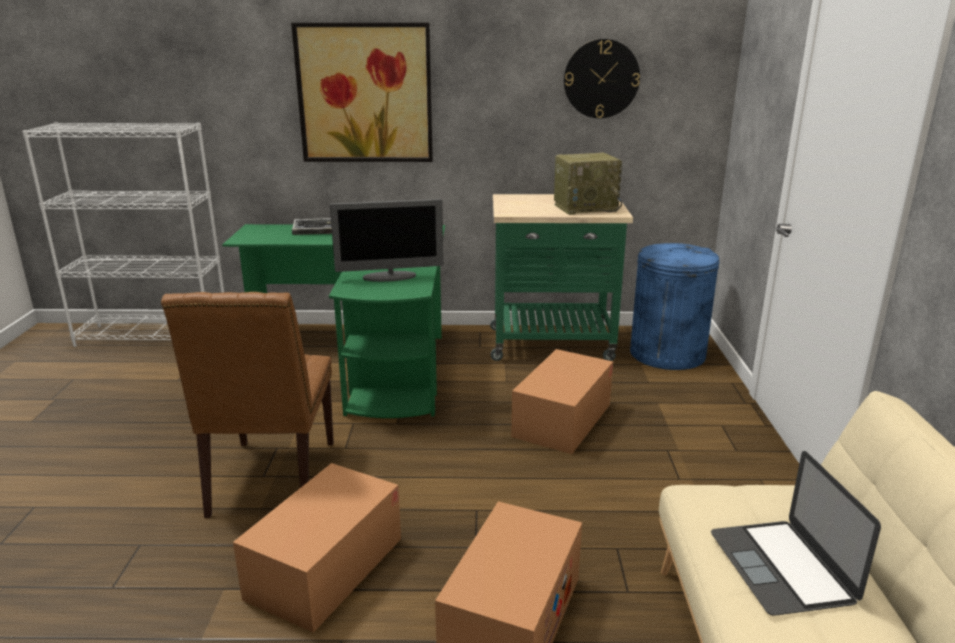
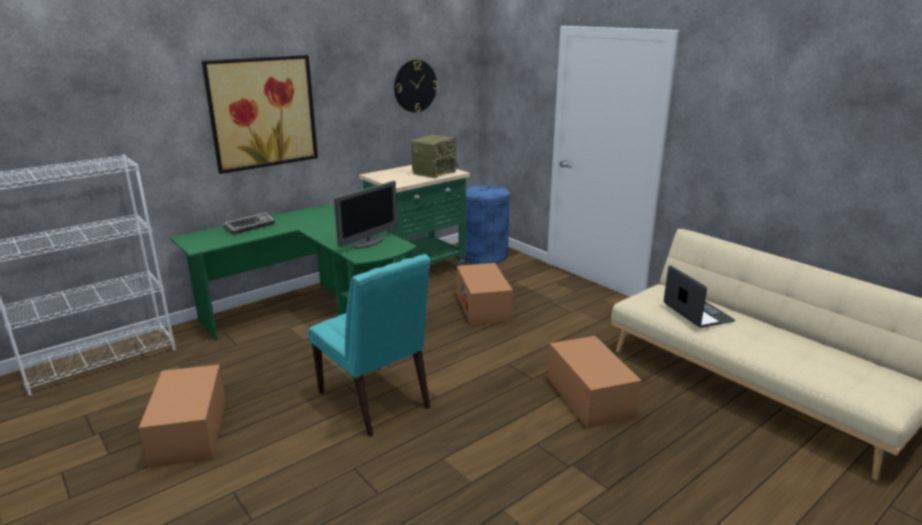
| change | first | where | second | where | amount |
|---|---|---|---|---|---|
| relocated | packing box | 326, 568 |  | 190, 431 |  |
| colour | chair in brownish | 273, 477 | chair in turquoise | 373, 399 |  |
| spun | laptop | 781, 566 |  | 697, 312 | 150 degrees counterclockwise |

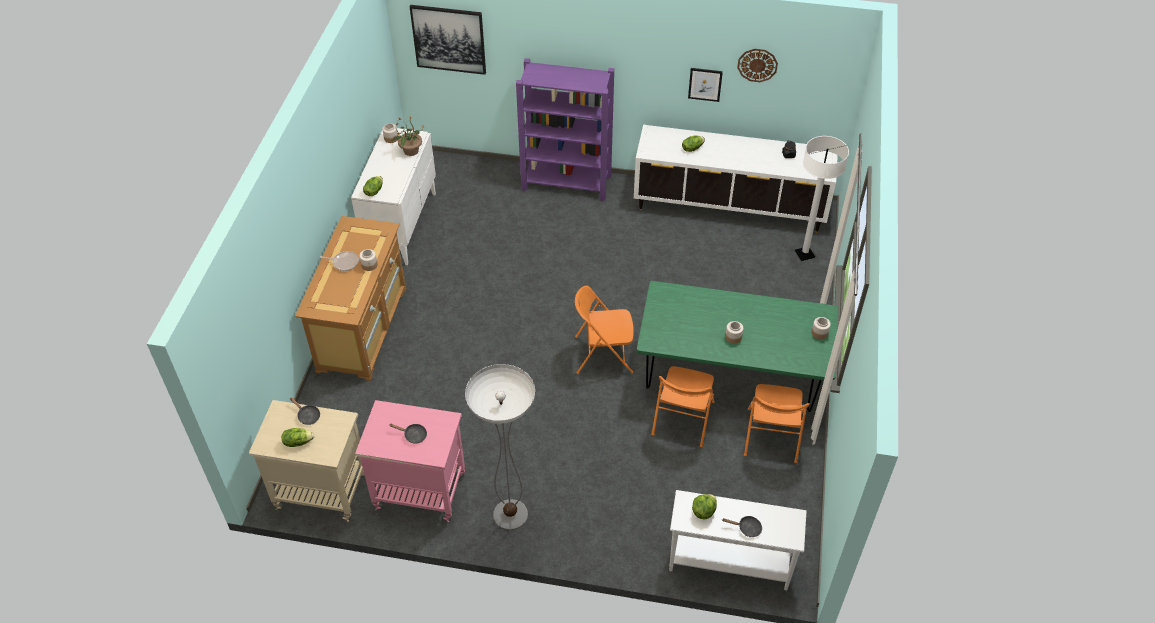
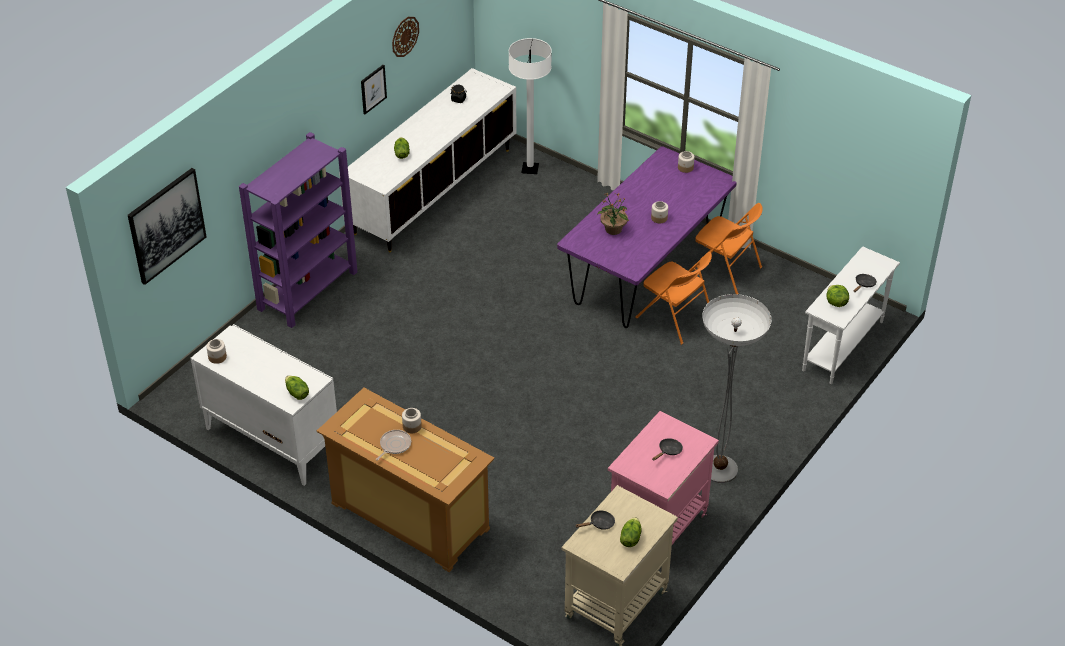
| change | first | where | second | where | amount |
|---|---|---|---|---|---|
| colour | dining table in green-coloured | 731, 377 | dining table in purple-coloured | 645, 270 |  |
| relocated | potted plant | 410, 151 |  | 613, 230 |  |
| missing | chair in orange | 603, 354 |  |  |  |

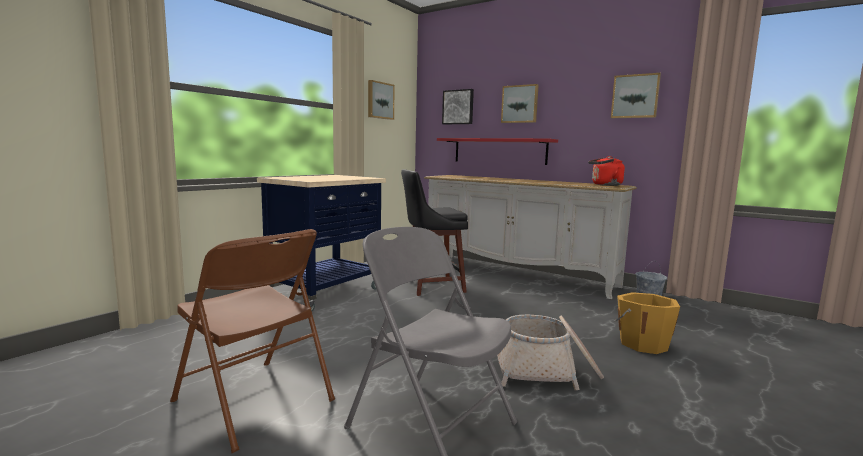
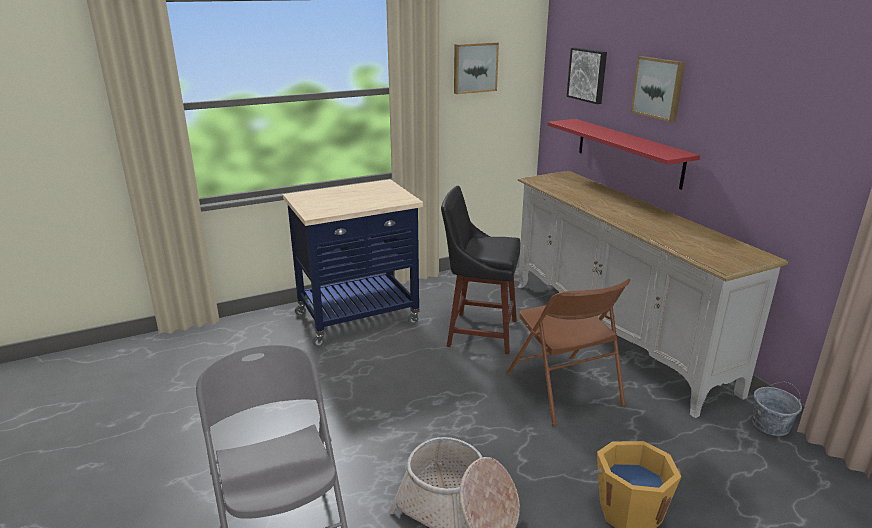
| change | first | where | second | where | amount |
|---|---|---|---|---|---|
| relocated | chair in brownish | 253, 401 |  | 563, 389 |  |
| missing | water kettle in reddish | 605, 185 |  |  |  |
| missing | picture | 635, 96 |  |  |  |

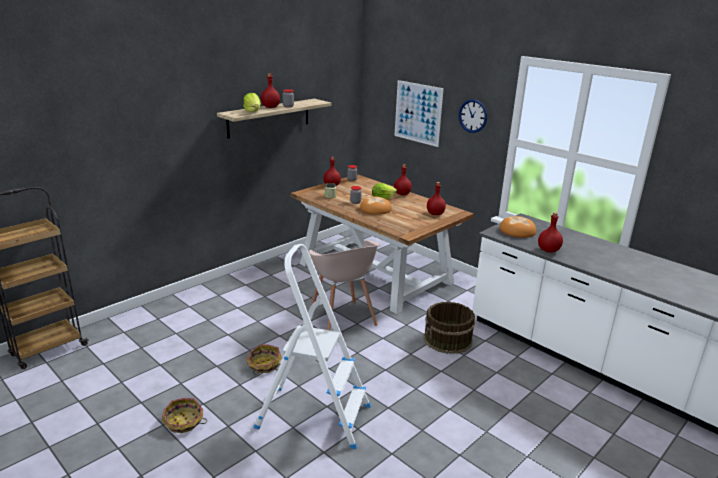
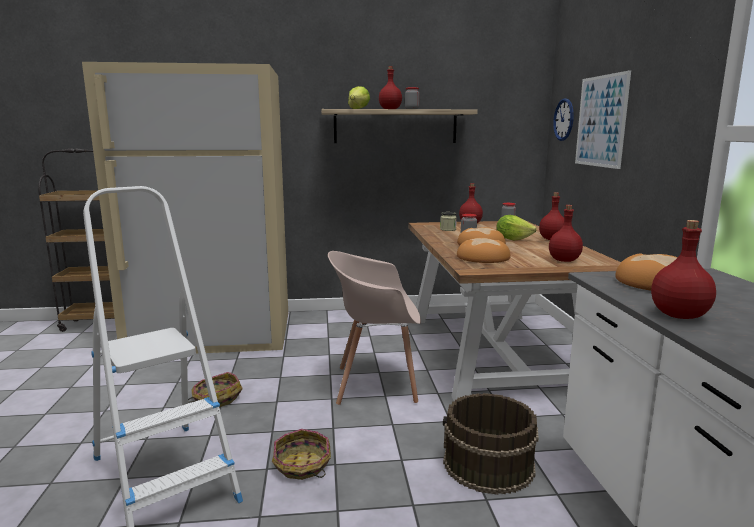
| change | first | where | second | where | amount |
|---|---|---|---|---|---|
| appeared |  |  | refrigerator in beige-coloured | 213, 333 |  |
| relocated | basket | 184, 422 |  | 302, 465 |  |
| spun | chair in beige-coloured | 342, 319 |  | 374, 385 | 75 degrees clockwise |
| appeared |  |  | bakery bread | 483, 257 |  |
| relocated | hanging clock | 473, 116 |  | 563, 119 |  |

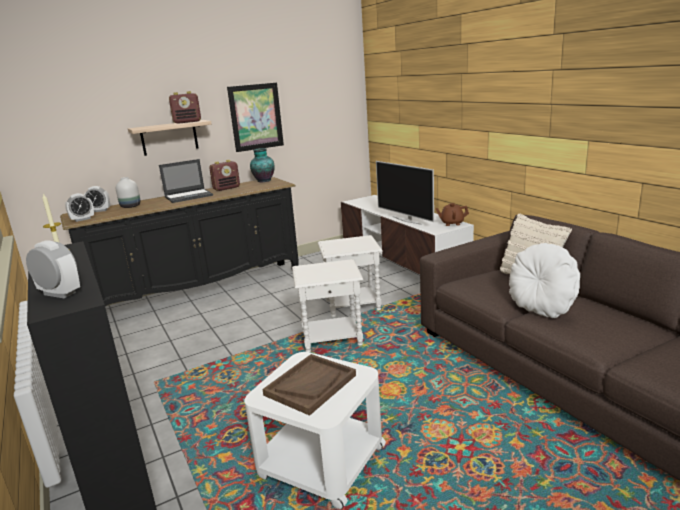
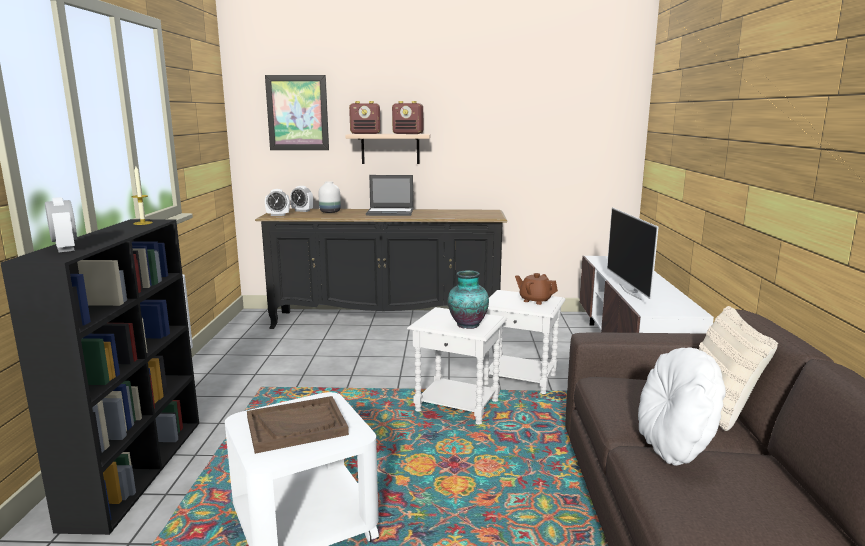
| change | first | where | second | where | amount |
|---|---|---|---|---|---|
| relocated | picture | 256, 117 |  | 297, 113 |  |
| relocated | radio receiver | 227, 188 |  | 365, 133 |  |
| relocated | decorative vase | 263, 181 |  | 467, 325 |  |
| relocated | tea pot in brownish | 451, 223 |  | 535, 300 |  |

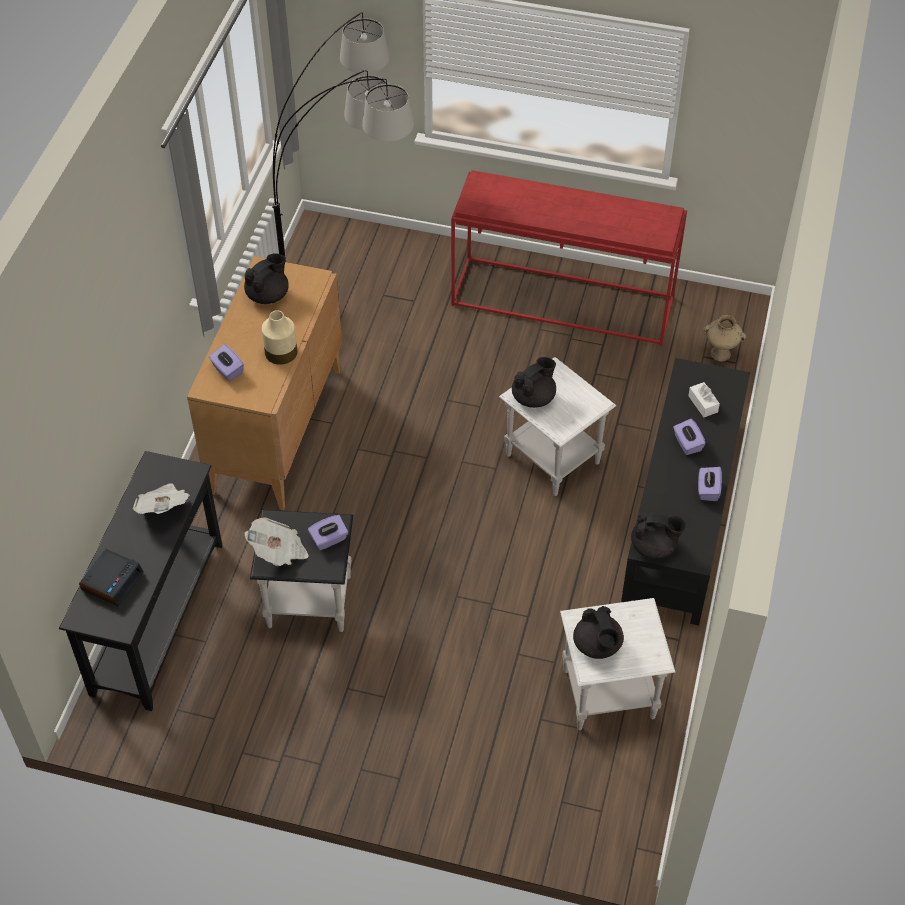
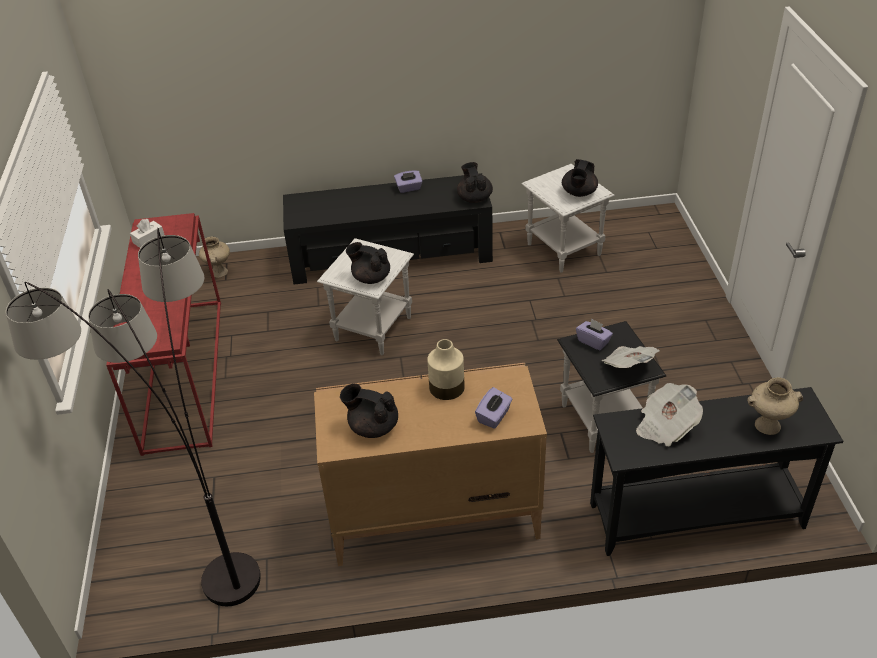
| change | first | where | second | where | amount |
|---|---|---|---|---|---|
| relocated | tissue box in whitish | 703, 404 |  | 148, 239 |  |
| spun | tea pot in black-coloured | 597, 646 |  | 579, 193 | 150 degrees clockwise |
| exchanged | table clock | 112, 580 | decorative vase in beige-coloured | 767, 426 |  |
| missing | tissue box in purple-coloured | 687, 444 |  |  |  |

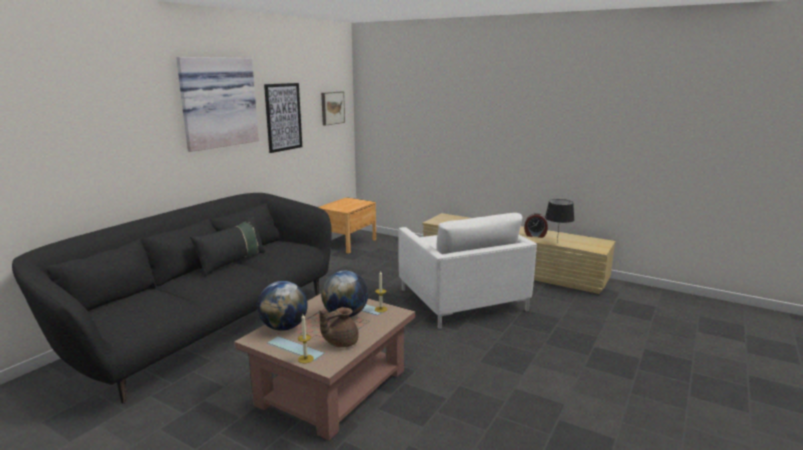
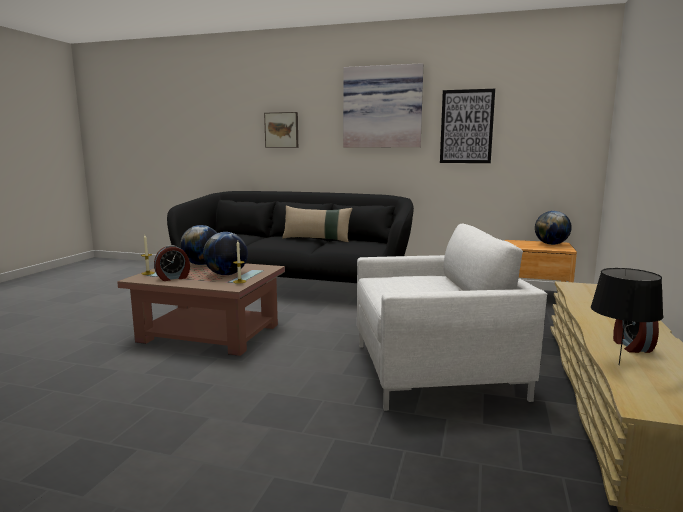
| change | first | where | second | where | amount |
|---|---|---|---|---|---|
| exchanged | tea pot in brownish | 340, 343 | table clock | 173, 278 |  |
| relocated | picture | 332, 108 |  | 282, 130 |  |
| colour | cushion in black-coloured | 232, 262 | cushion in beige-coloured | 317, 239 |  |
| spun | armchair in whitish | 462, 299 |  | 435, 370 | 150 degrees counterclockwise |
| appeared |  |  | globe | 551, 244 |  |

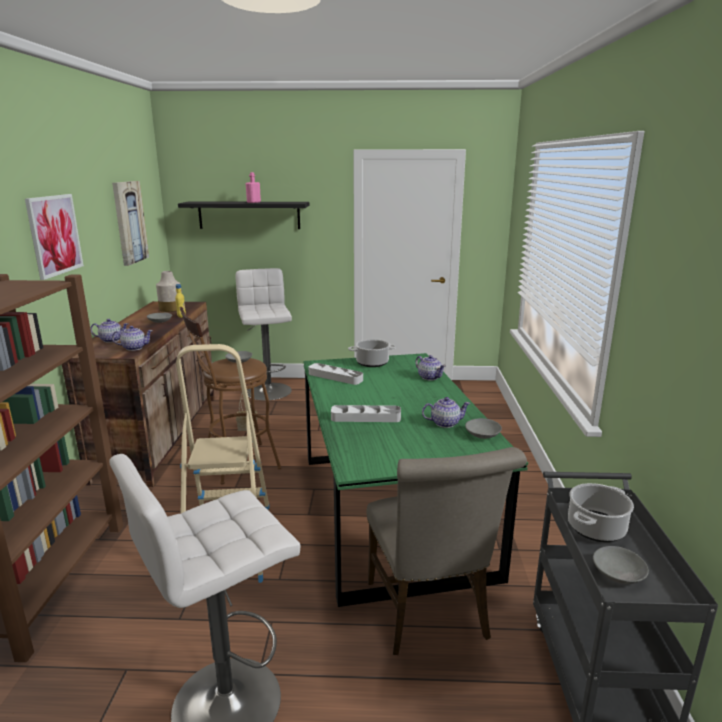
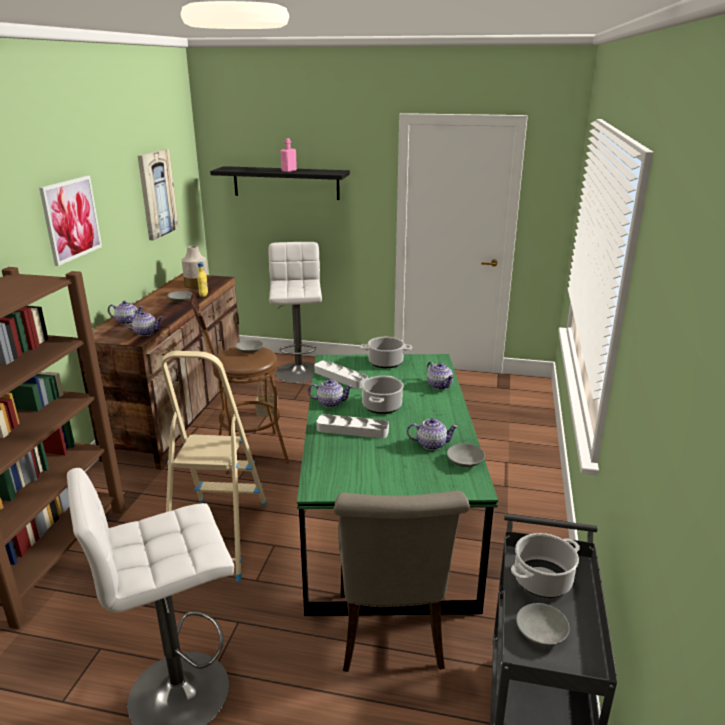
| change | first | where | second | where | amount |
|---|---|---|---|---|---|
| appeared |  |  | tea pot | 330, 403 |  |
| appeared |  |  | cooking pot | 381, 406 |  |

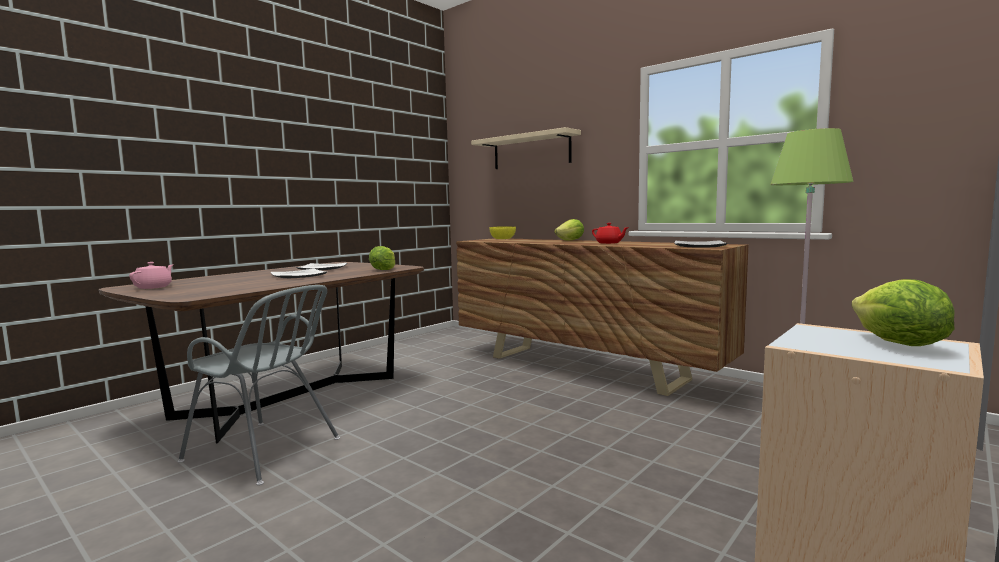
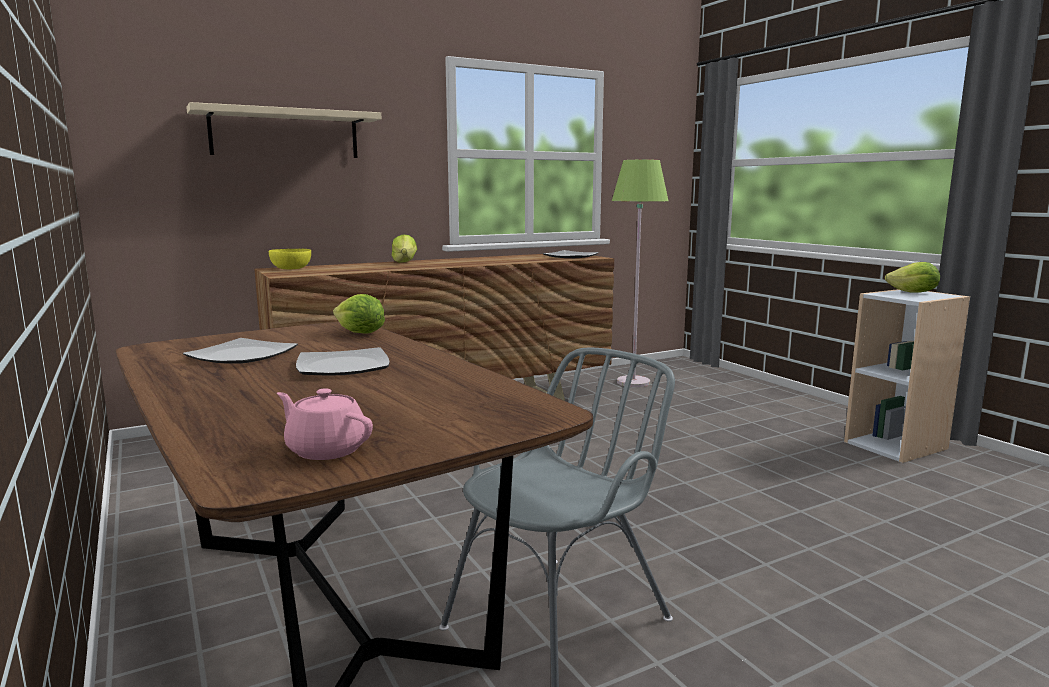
| change | first | where | second | where | amount |
|---|---|---|---|---|---|
| missing | tea pot in reddish | 609, 243 |  |  |  |

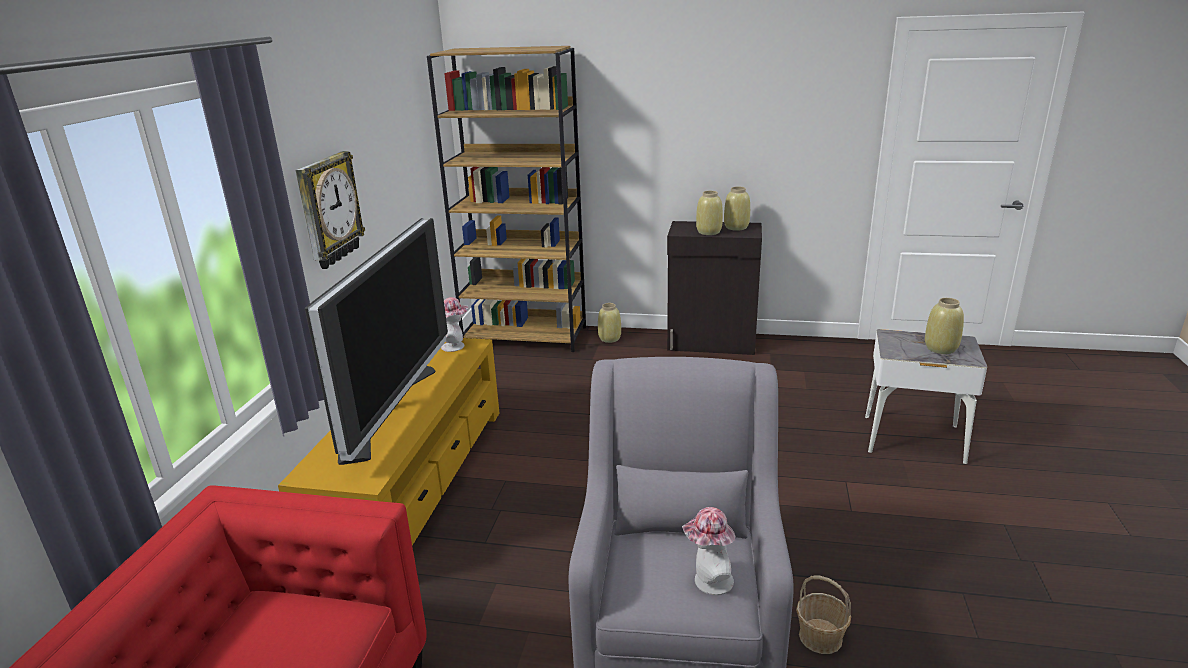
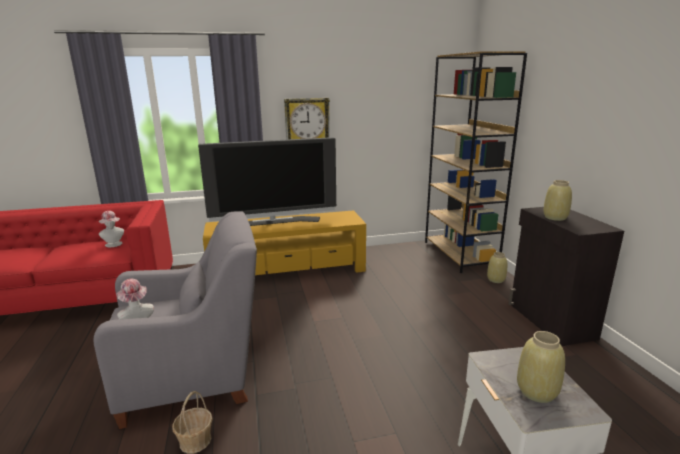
| change | first | where | second | where | amount |
|---|---|---|---|---|---|
| relocated | hat | 456, 346 |  | 114, 245 |  |
| missing | decorative vase in beige-coloured | 736, 227 |  |  |  |

